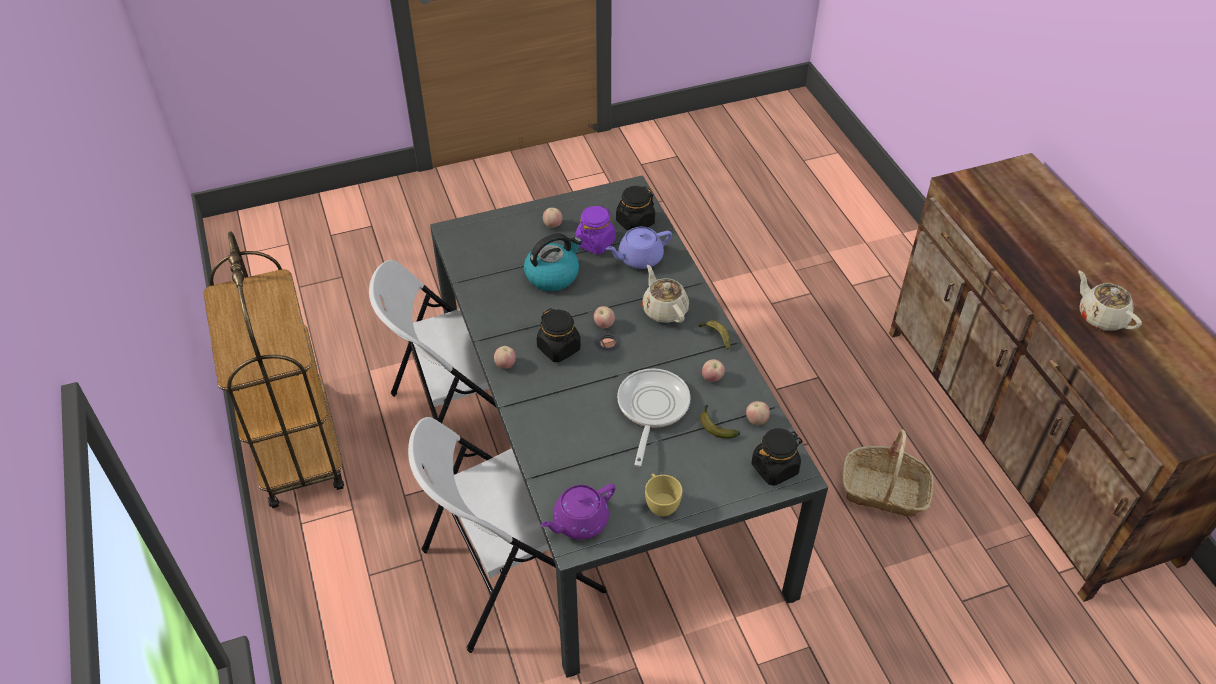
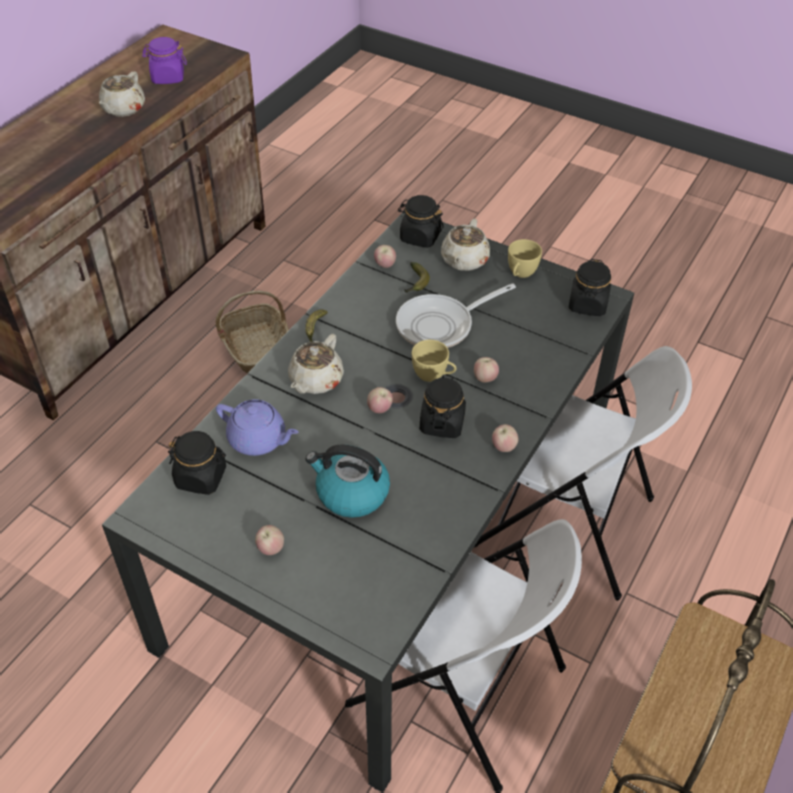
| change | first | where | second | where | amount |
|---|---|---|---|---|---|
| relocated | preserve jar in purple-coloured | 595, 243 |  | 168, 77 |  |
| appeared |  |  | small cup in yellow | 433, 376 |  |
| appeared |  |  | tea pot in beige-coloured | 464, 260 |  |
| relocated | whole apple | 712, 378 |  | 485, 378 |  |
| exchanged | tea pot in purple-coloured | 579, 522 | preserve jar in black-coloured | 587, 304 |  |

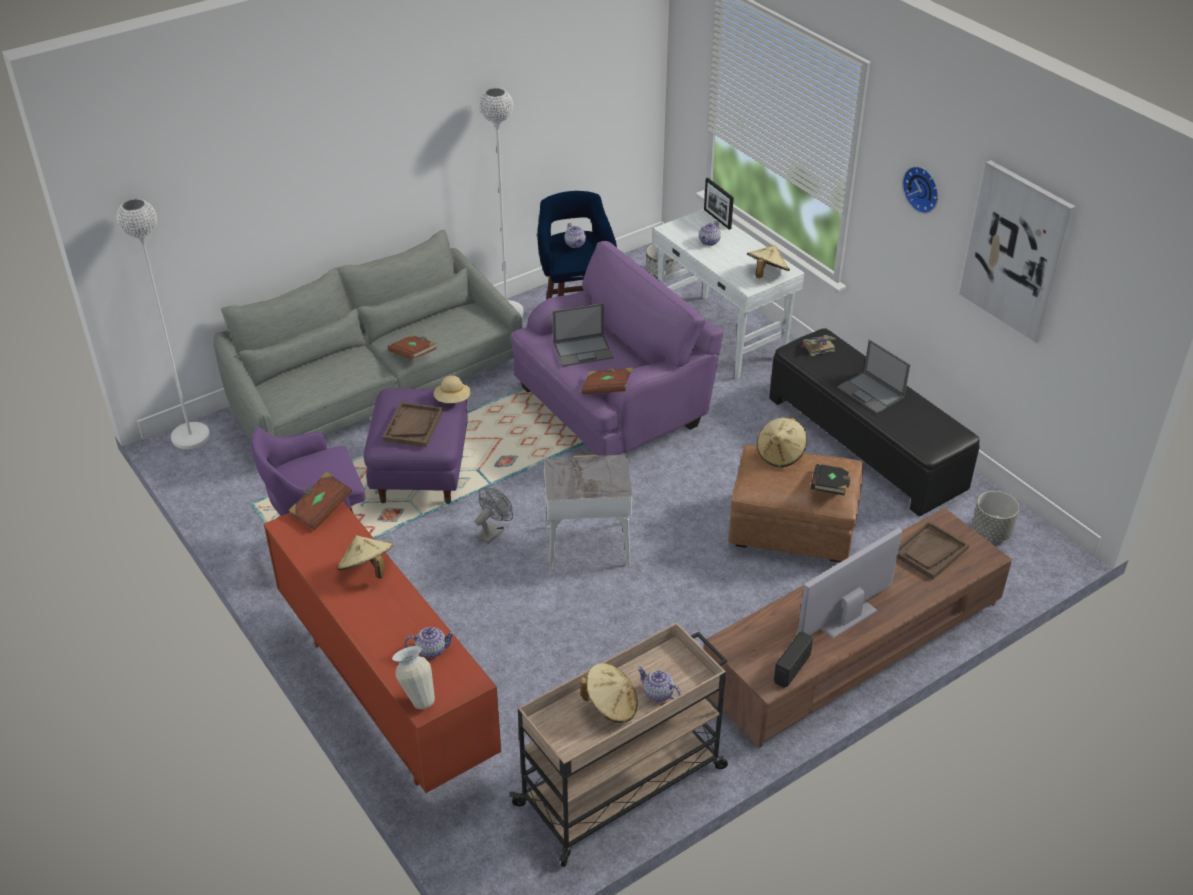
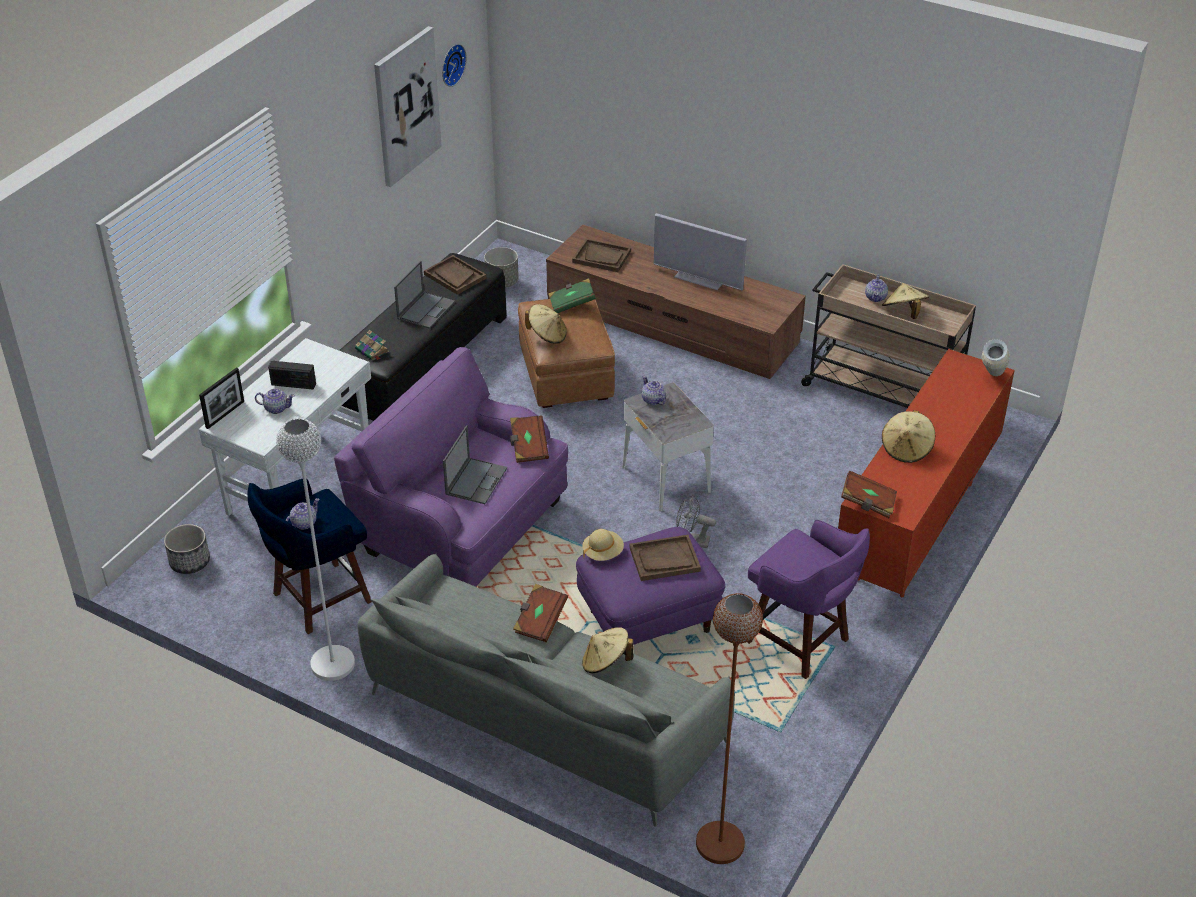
| change | first | where | second | where | amount |
|---|---|---|---|---|---|
| relocated | radio receiver | 791, 668 |  | 293, 384 |  |
| appeared |  |  | tray in brownish | 455, 276 |  |
| relocated | hanging clock | 923, 188 |  | 451, 64 |  |
| spun | laptop | 583, 350 |  | 476, 480 | 60 degrees clockwise |
| colour | book in black-coloured | 830, 487 | book in green-coloured | 571, 304 |  |
| relocated | hat in beige-coloured | 766, 274 |  | 605, 662 |  |
| relocated | tea pot | 431, 650 |  | 653, 400 |  |
| colour | standard lamp in whitish | 191, 436 | standard lamp in brownish | 719, 844 |  |

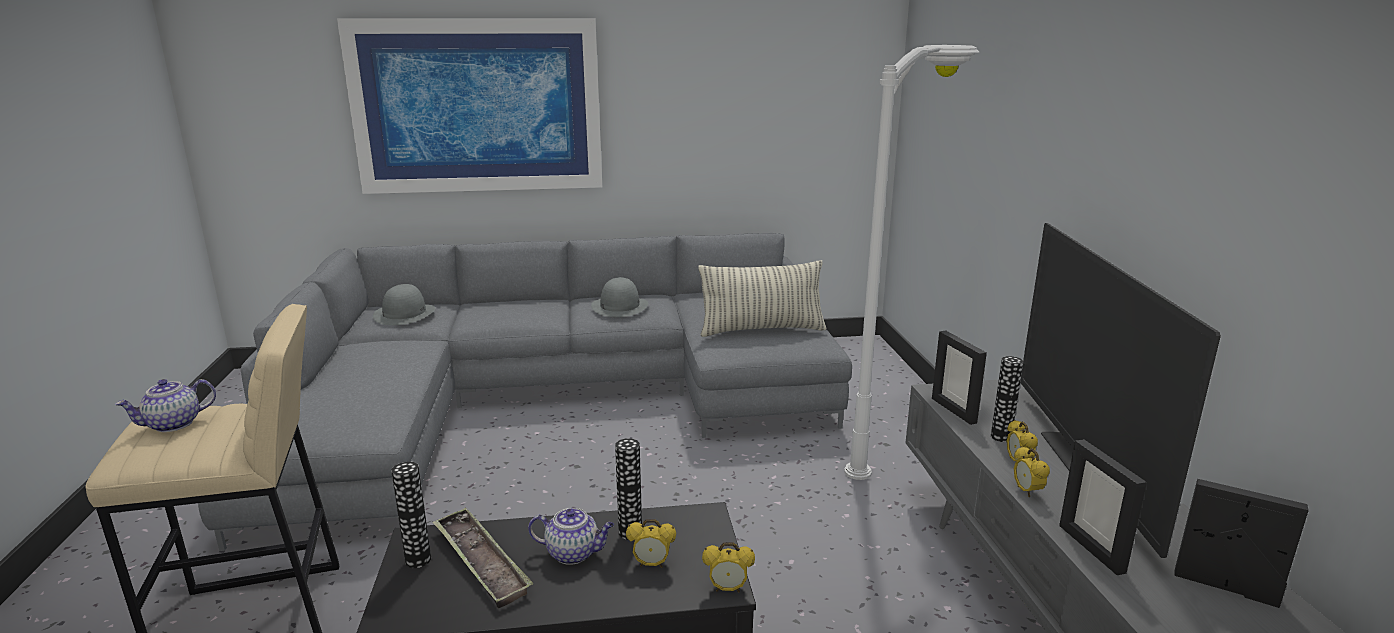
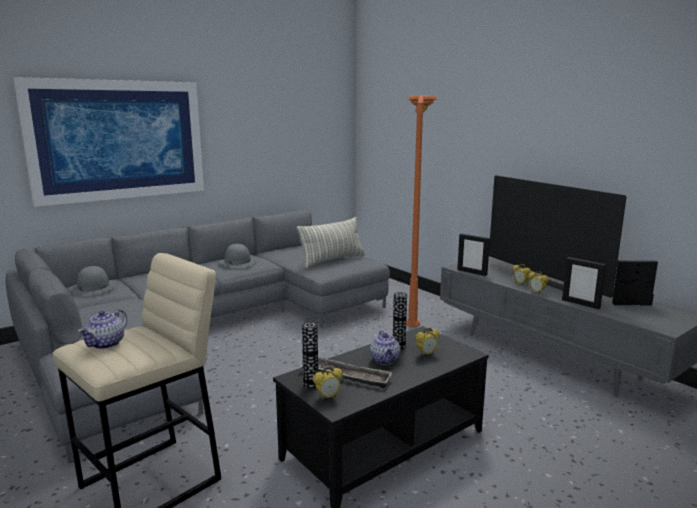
| change | first | where | second | where | amount |
|---|---|---|---|---|---|
| relocated | table clock | 728, 589 |  | 328, 397 |  |
| spun | tea pot | 574, 553 |  | 385, 360 | 105 degrees clockwise |
| colour | standard lamp in whitish | 895, 441 | standard lamp in orange | 414, 307 |  |
| missing | decorative vase | 1001, 437 |  |  |  |

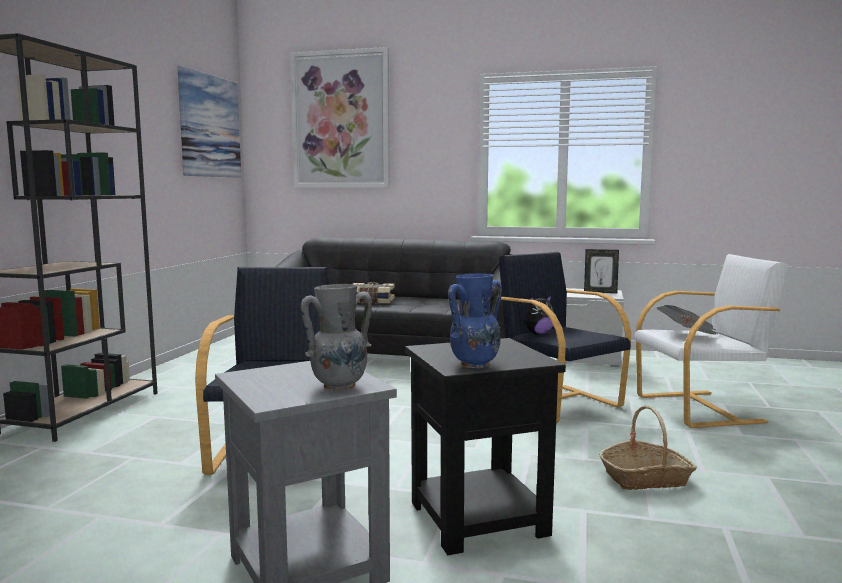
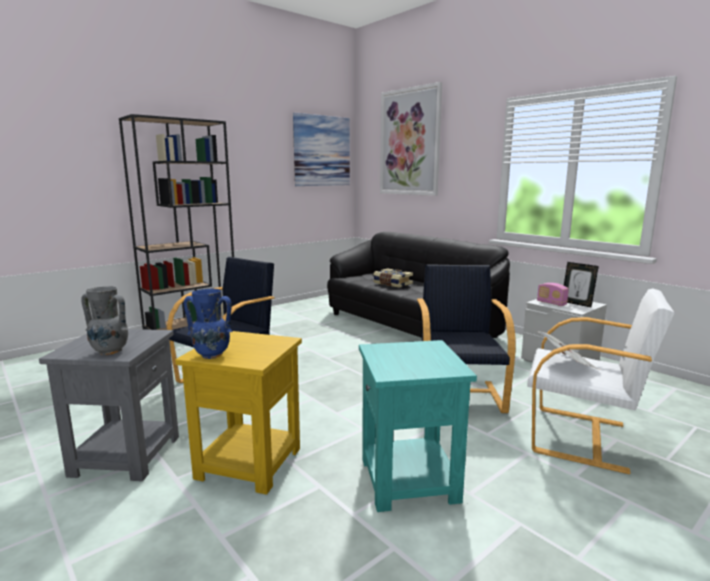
| change | first | where | second | where | amount |
|---|---|---|---|---|---|
| colour | accent table in black-coloured | 477, 519 | accent table in yellow | 248, 463 |  |
| exchanged | basket | 646, 478 | accent table in turquoise | 409, 480 |  |
| appeared |  |  | radio receiver | 551, 303 |  |
| missing | cuddly toy | 538, 334 |  |  |  |

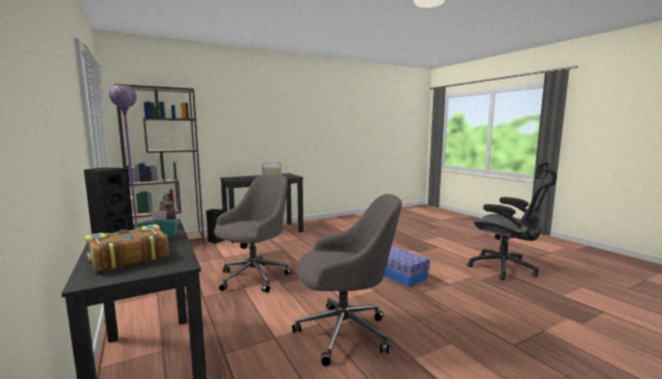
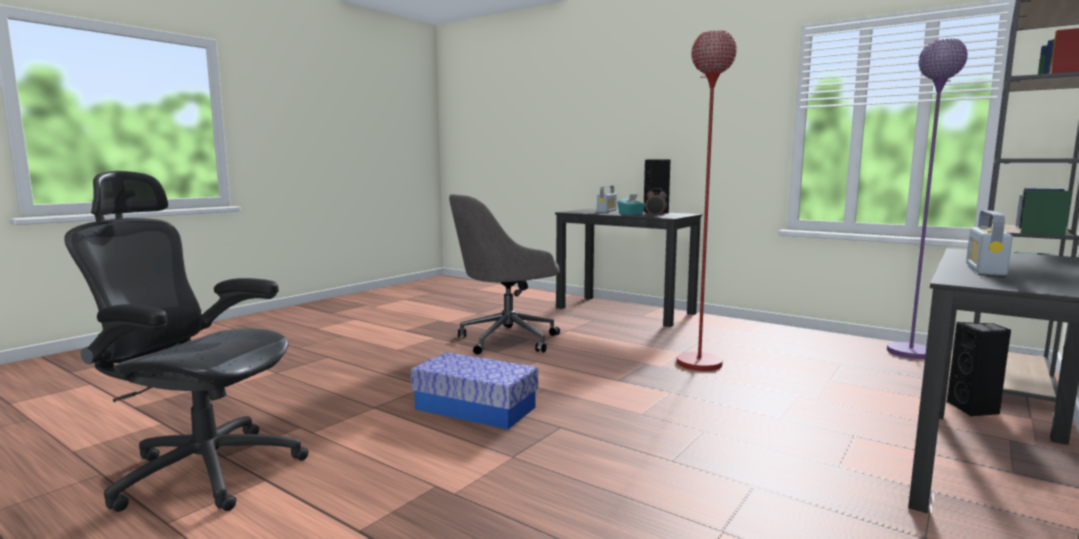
| change | first | where | second | where | amount |
|---|---|---|---|---|---|
| exchanged | book | 128, 258 | radio receiver | 606, 211 |  |
| exchanged | office chair in grey | 254, 277 | standard lamp in reddish | 698, 363 |  |

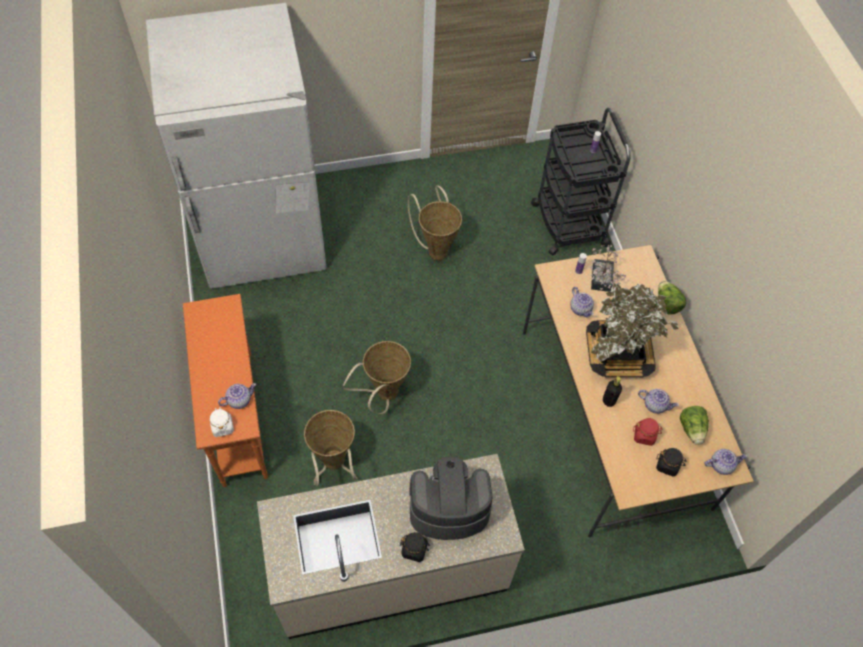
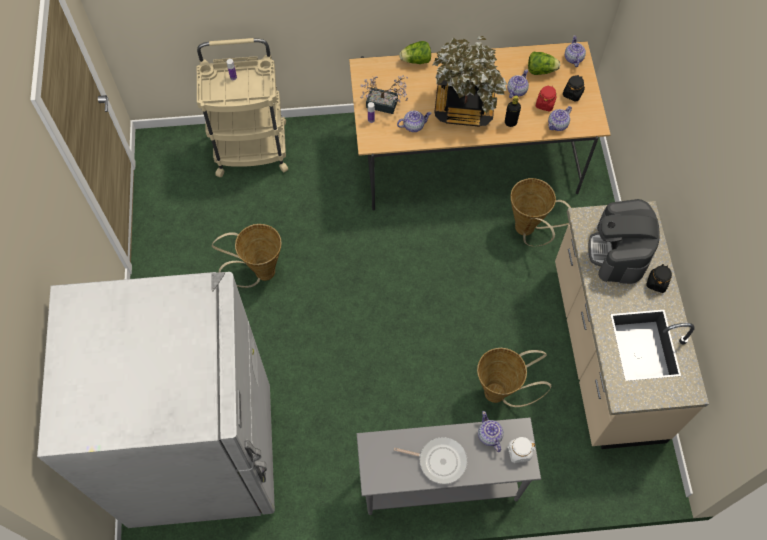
| change | first | where | second | where | amount |
|---|---|---|---|---|---|
| colour | wheeled cart in black-coloured | 568, 224 | wheeled cart in beige-coloured | 251, 150 |  |
| colour | hall table in orange | 236, 417 | hall table in grey | 439, 486 |  |
| appeared |  |  | skillet | 439, 460 |  |
| relocated | basket | 383, 395 |  | 528, 231 |  |
| appeared |  |  | tea pot | 557, 125 |  |

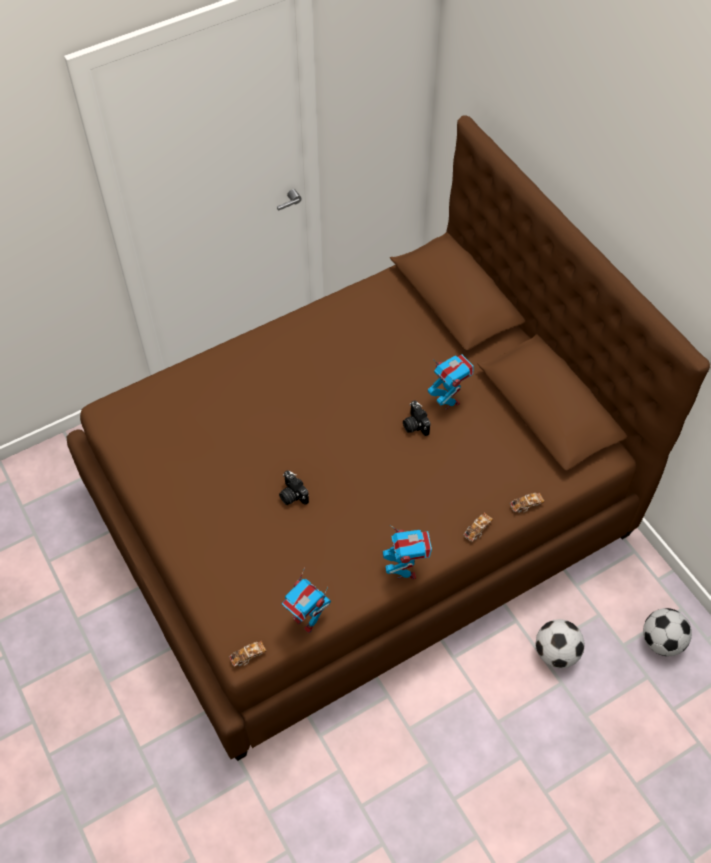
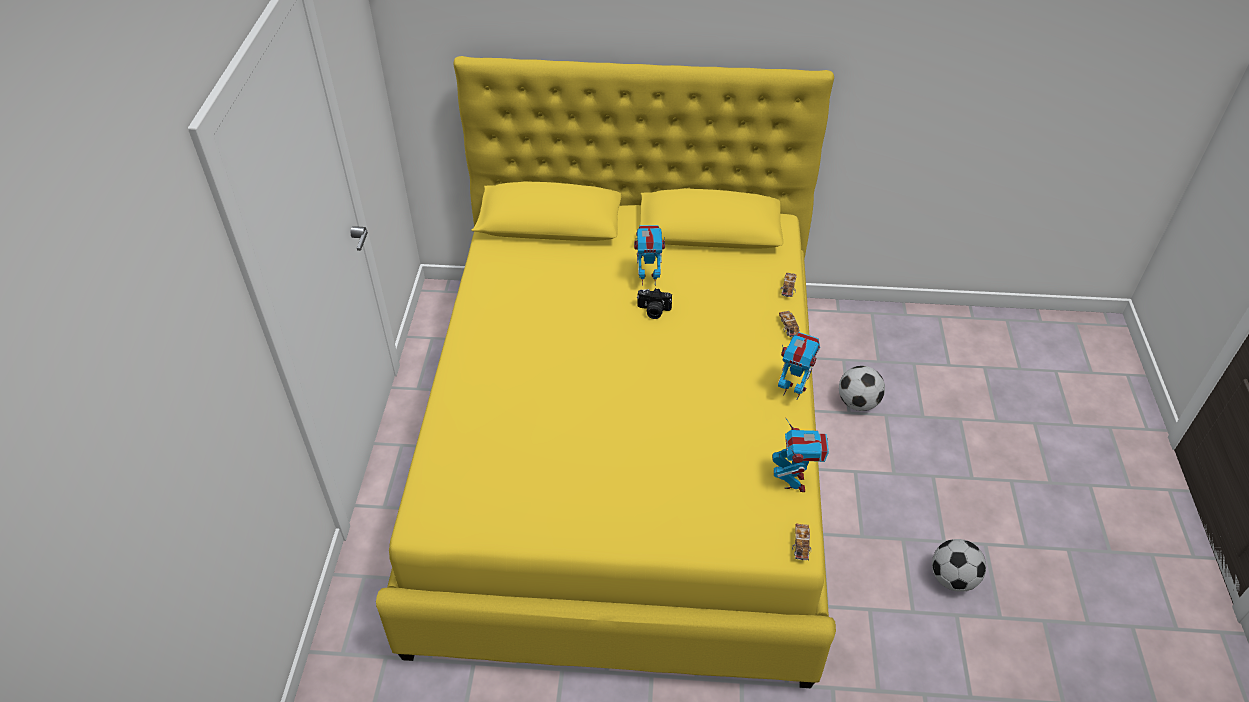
| change | first | where | second | where | amount |
|---|---|---|---|---|---|
| colour | sleeping bed in brownish | 357, 510 | sleeping bed in yellow | 625, 455 |  |
| spun | model robot | 307, 620 |  | 794, 482 | 75 degrees counterclockwise |
| relocated | ball for football | 661, 641 |  | 953, 578 |  |
| missing | still camera | 292, 495 |  |  |  |

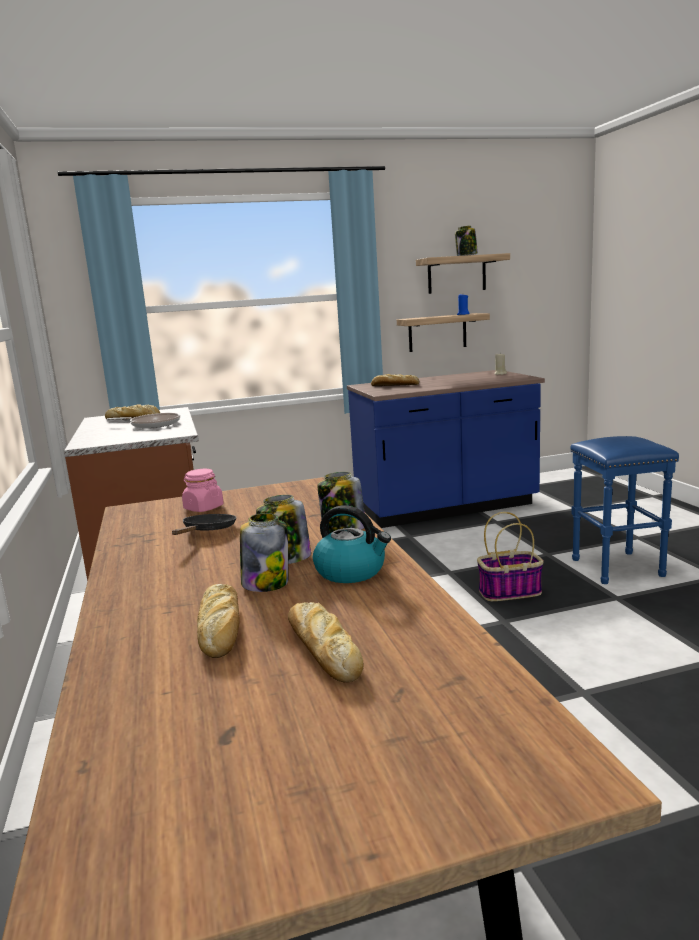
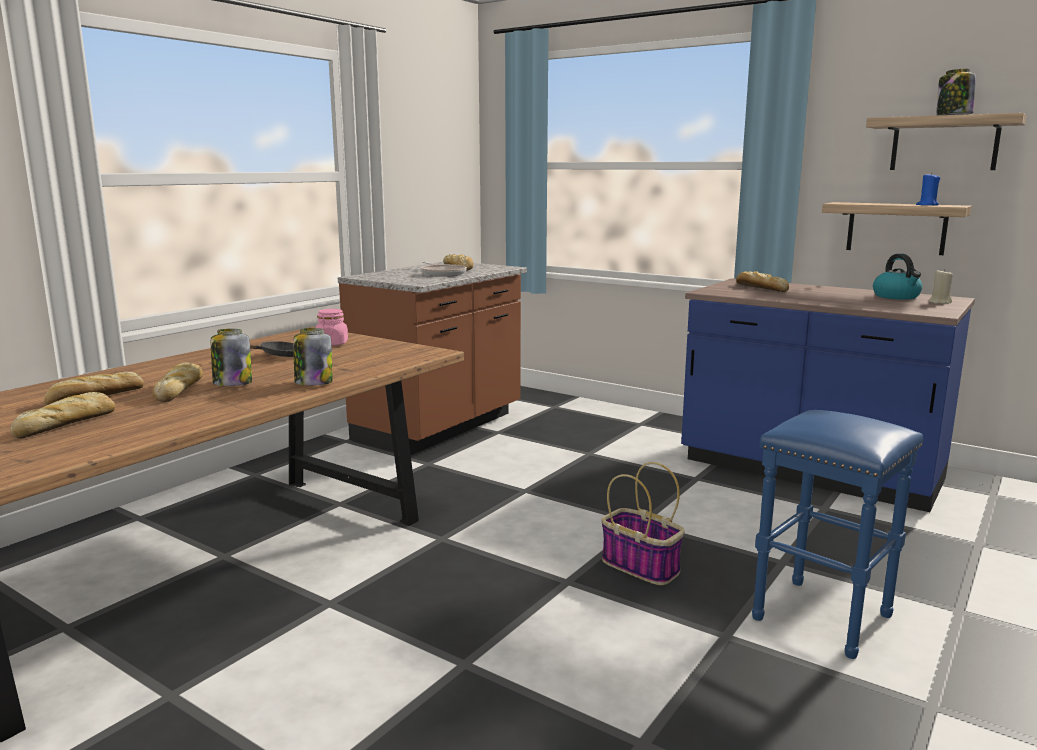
| change | first | where | second | where | amount |
|---|---|---|---|---|---|
| exchanged | preserve jar | 266, 583 | bakery bread | 180, 389 |  |
| relocated | water kettle | 351, 571 |  | 897, 296 |  |

